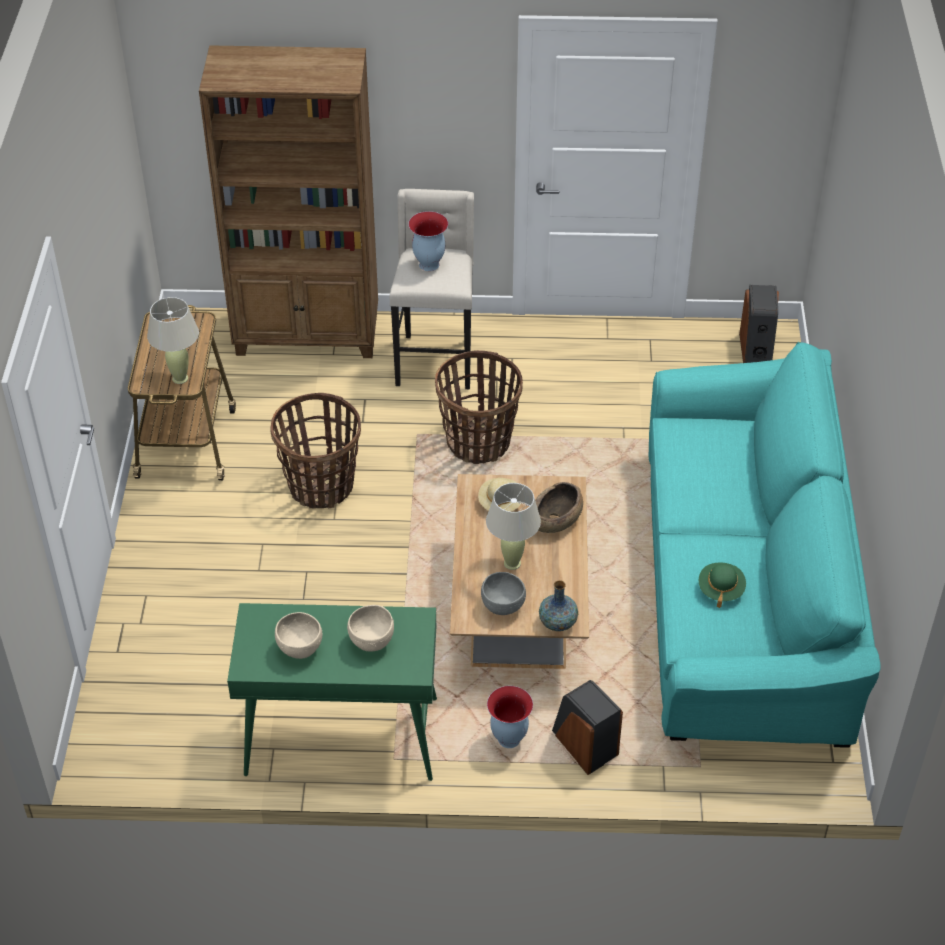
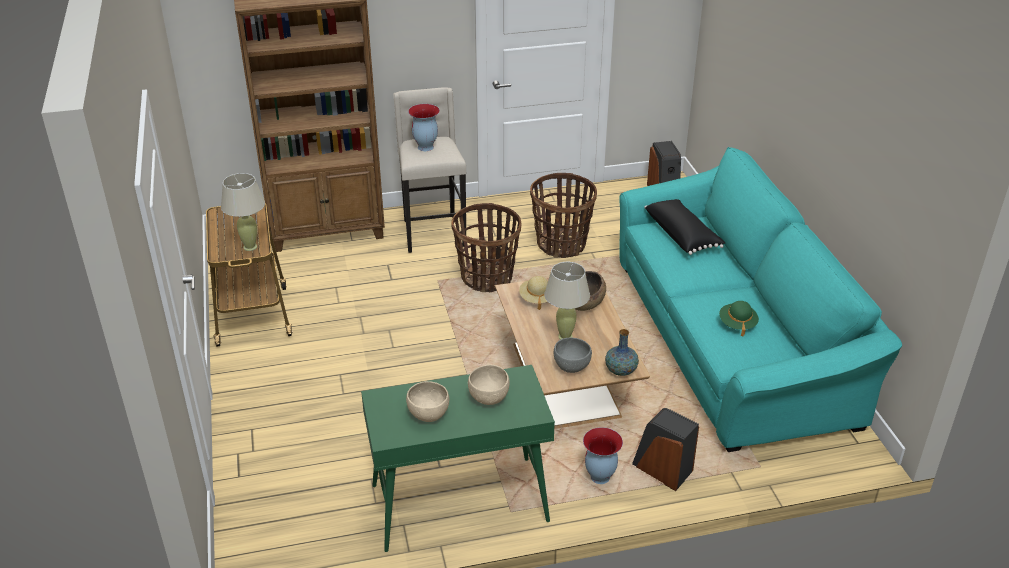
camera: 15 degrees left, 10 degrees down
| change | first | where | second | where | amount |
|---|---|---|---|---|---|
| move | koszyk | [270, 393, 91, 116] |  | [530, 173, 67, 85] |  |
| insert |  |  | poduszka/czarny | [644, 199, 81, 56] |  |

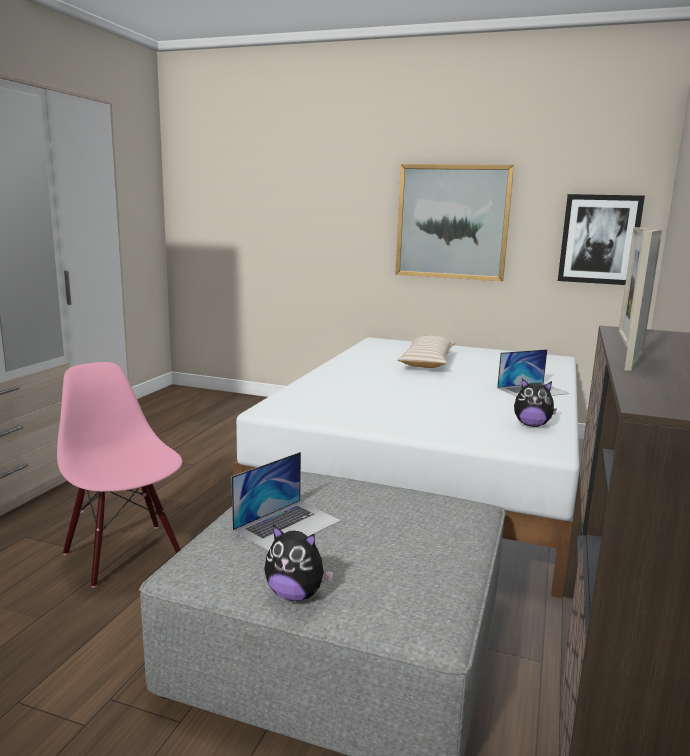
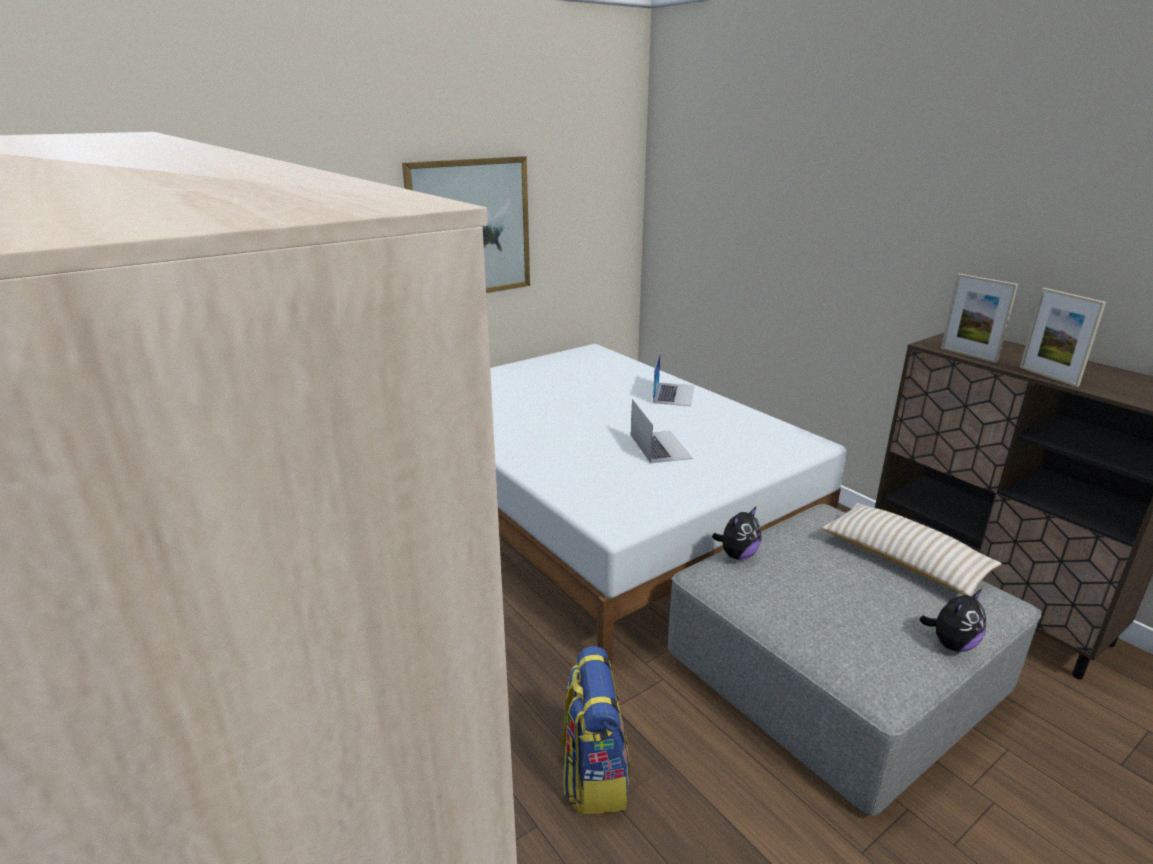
camera: 55 degrees left, 10 degrees up
| change | first | where | second | where | amount |
|---|---|---|---|---|---|
| delete | obraz | [558, 194, 87, 91] |  |  |  |
| move | poduszka/beżowy | [397, 336, 58, 32] |  | [822, 503, 180, 93] |  |
| replace | krzesło/różowy | [57, 362, 125, 226] | plecak | [560, 646, 71, 168] |  |
| move | pluszak | [514, 378, 43, 49] |  | [712, 507, 50, 53] |  |
| move | laptop | [231, 452, 110, 99] |  | [631, 399, 62, 65] |  |

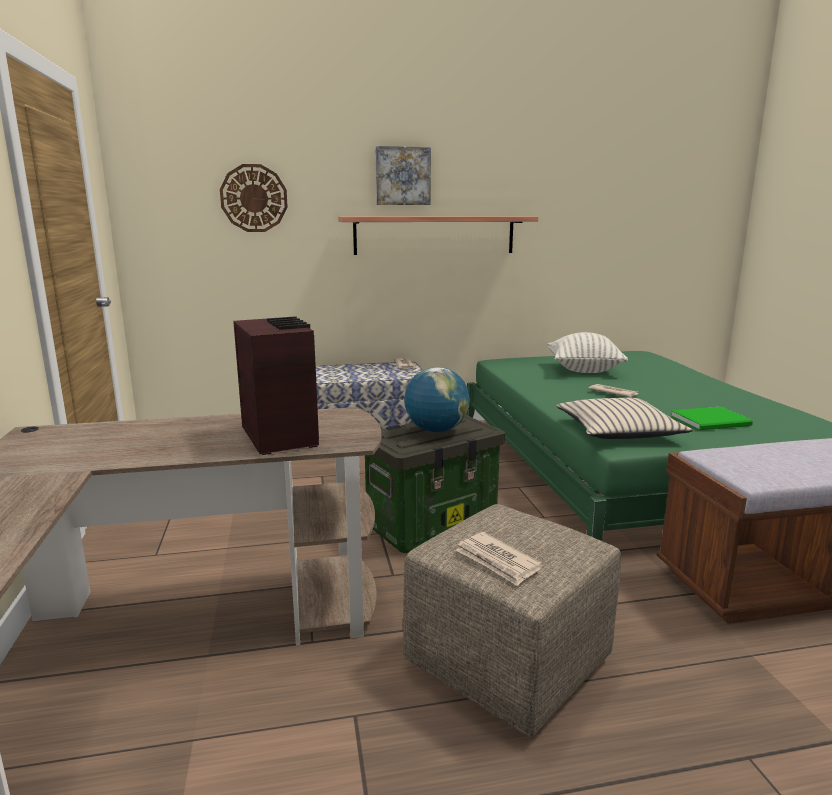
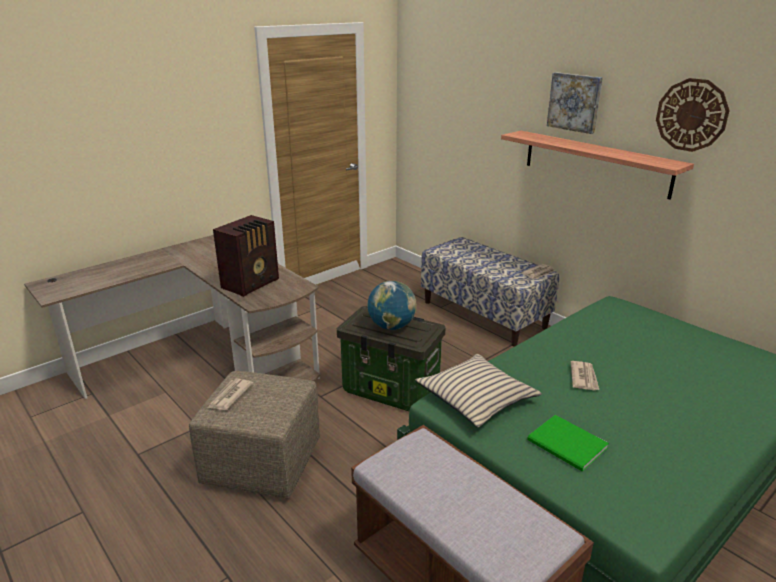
camera: 60 degrees right, 10 degrees up
| change | first | where | second | where | amount |
|---|---|---|---|---|---|
| move | zegar ścienny | [220, 164, 68, 68] |  | [656, 78, 74, 74] |  |
| delete | poduszka | [547, 332, 81, 41] |  |  |  |

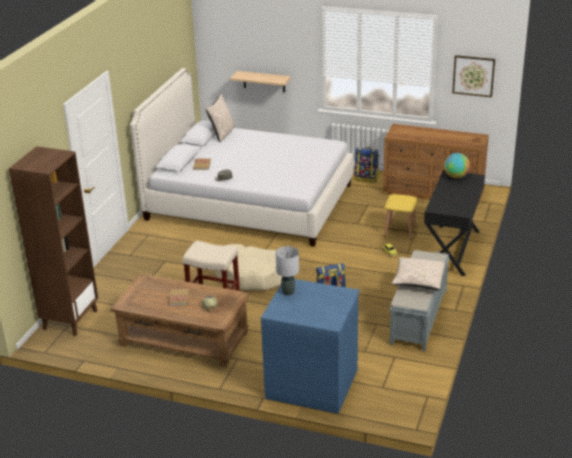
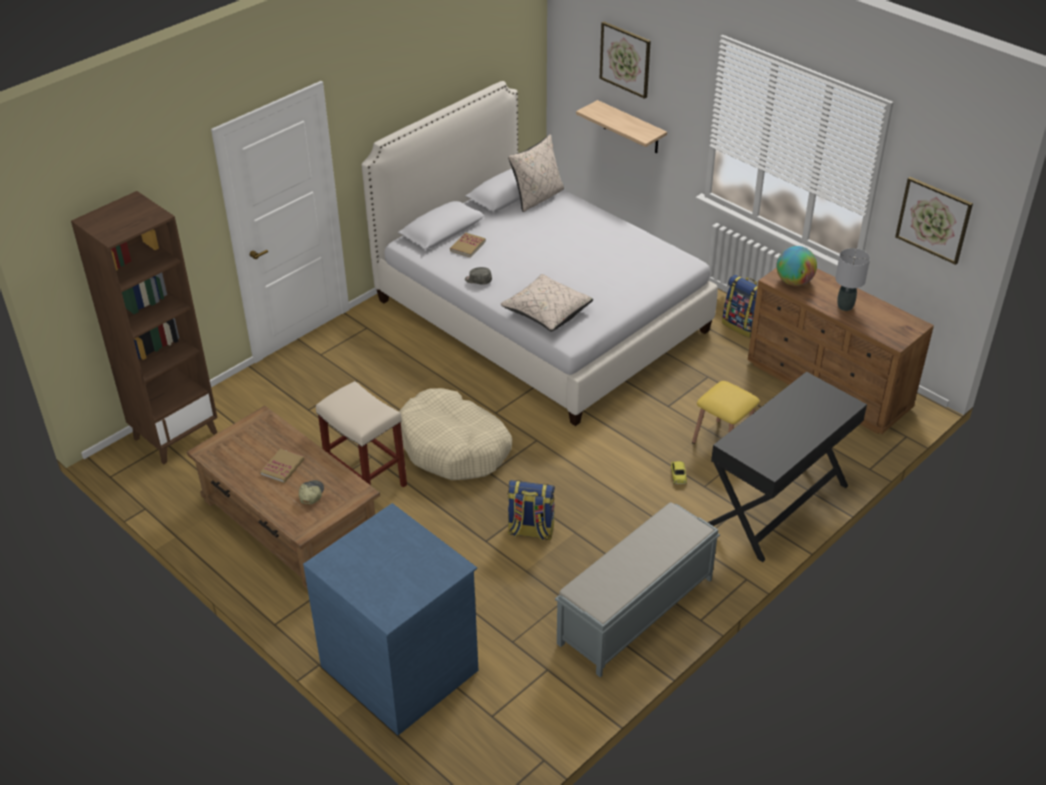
camera: 25 degrees right, 10 degrees up
| change | first | where | second | where | amount |
|---|---|---|---|---|---|
| move | globus | [444, 153, 26, 25] |  | [776, 246, 41, 40] |  |
| move | lampa stołowa/szary | [275, 246, 24, 49] |  | [835, 248, 35, 63] |  |
| move | poduszka/beżowy | [392, 257, 54, 33] |  | [501, 274, 92, 58] |  |
| insert |  |  | obraz | [600, 22, 51, 77] |  |

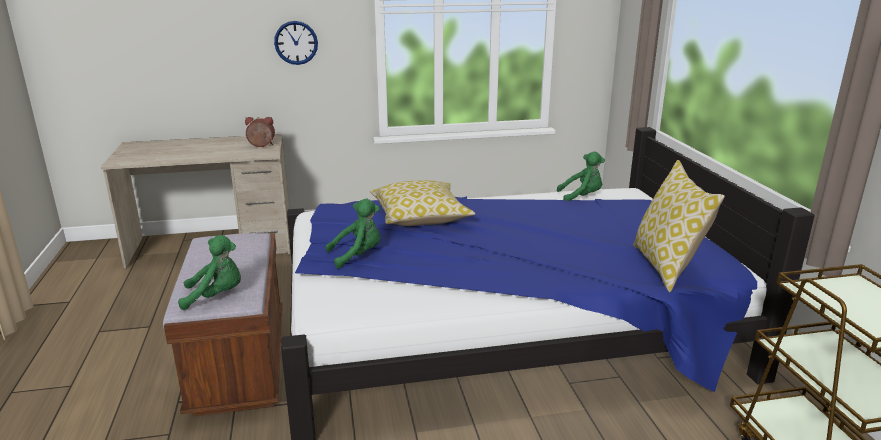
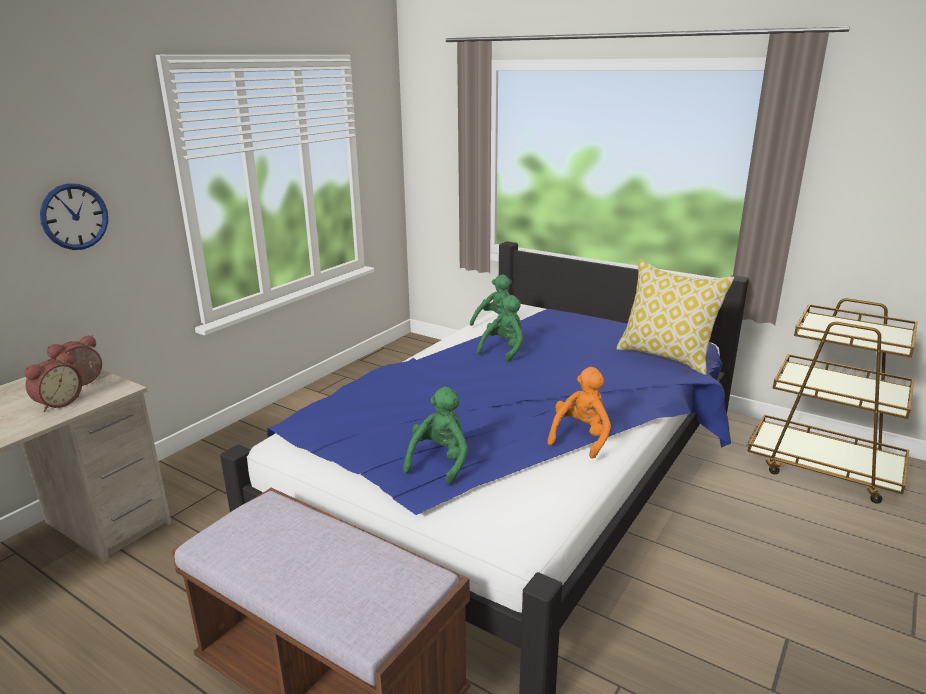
camera: 45 degrees left, 0 degrees up
| change | first | where | second | where | amount |
|---|---|---|---|---|---|
| delete | poduszka | [370, 180, 105, 46] |  |  |  |
| move | pluszak/zielony | [178, 235, 63, 75] |  | [476, 295, 47, 67] |  |
| insert |  |  | budzik | [25, 352, 57, 60] |  |
| insert |  |  | pluszak/pomarańczowy | [547, 367, 64, 92] |  |

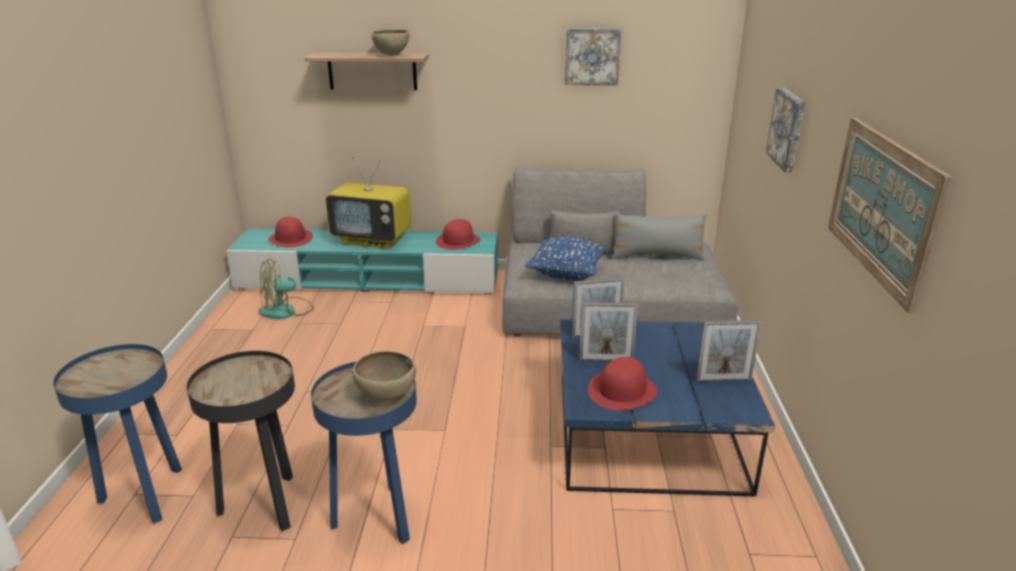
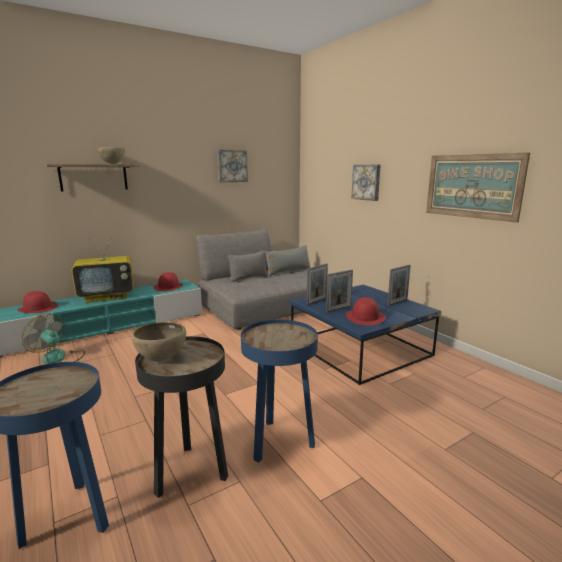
camera: 35 degrees left, 10 degrees down
| change | first | where | second | where | amount |
|---|---|---|---|---|---|
| delete | poduszka/niebieski | [526, 236, 81, 45] |  |  |  |
| rotate | wentylator | [259, 259, 55, 61] |  | [22, 314, 63, 50] | 90 degrees clockwise |
| move | miska/brązowy | [352, 351, 64, 51] |  | [131, 322, 55, 40] |  |

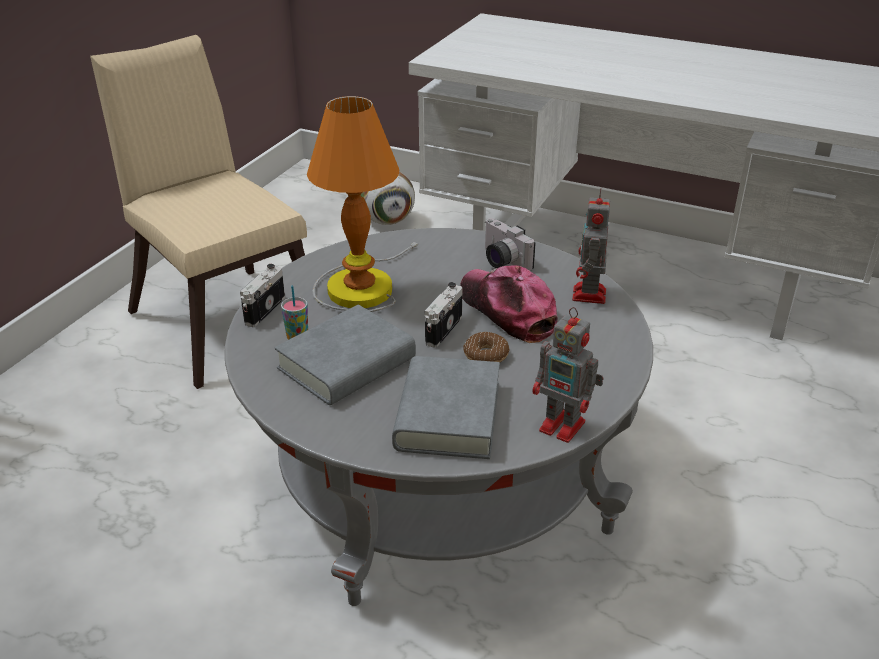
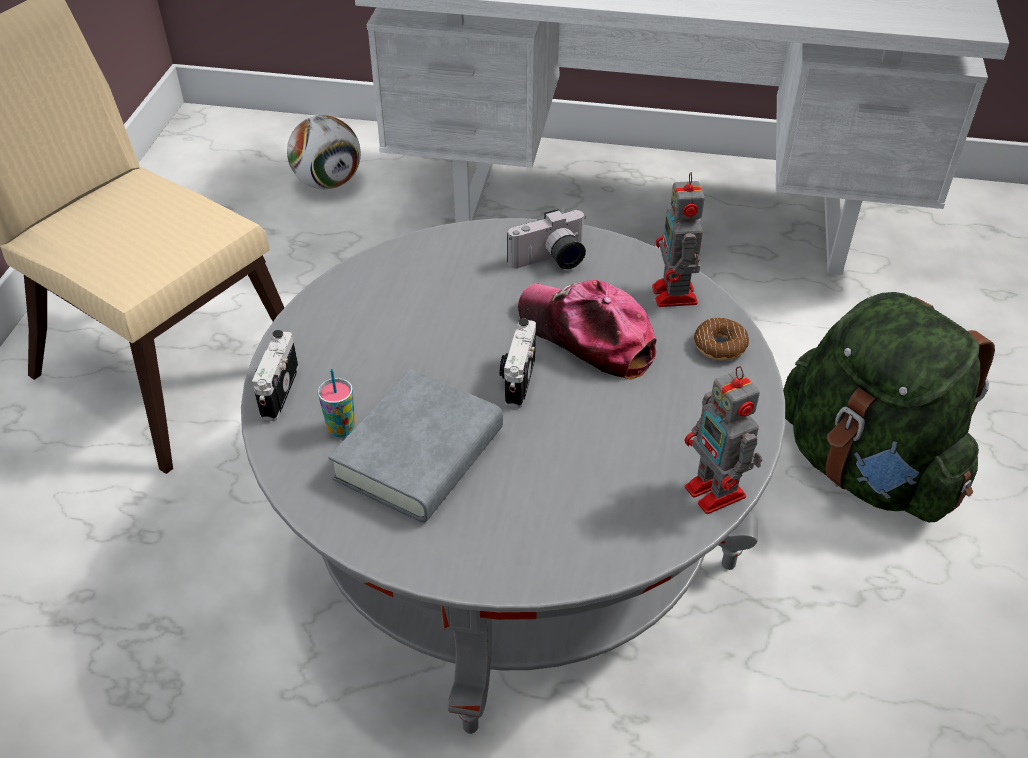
camera: 15 degrees left, 10 degrees up
| change | first | where | second | where | amount |
|---|---|---|---|---|---|
| delete | lampa stołowa | [307, 96, 112, 216] |  |  |  |
| rotate | aparat fotograficzny | [485, 218, 51, 53] |  | [507, 209, 79, 60] | 60 degrees counterclockwise |
| rotate | robot zabawkowy | [532, 307, 72, 136] |  | [685, 366, 77, 148] | 45 degrees clockwise |
| move | donut | [463, 332, 47, 30] |  | [694, 317, 55, 44] |  |
| delete | książka/szary | [392, 356, 108, 103] |  |  |  |
| insert |  |  | plecak/zielony | [783, 292, 212, 230] |  |

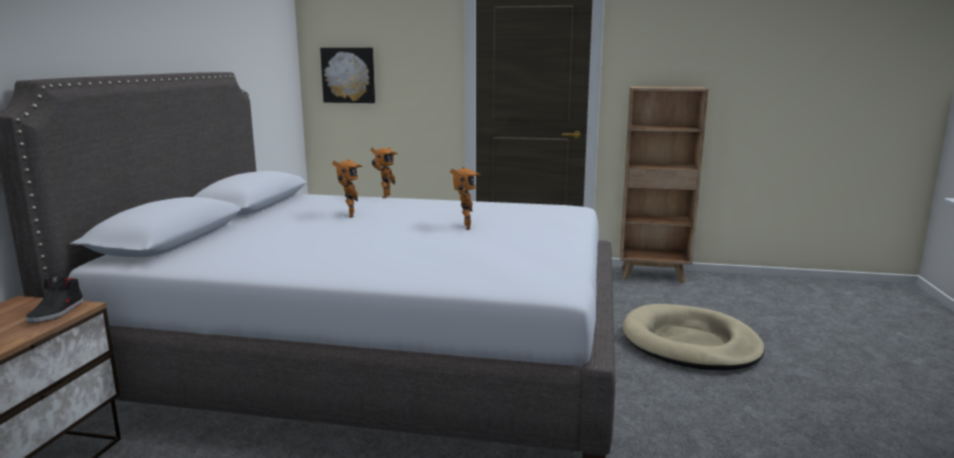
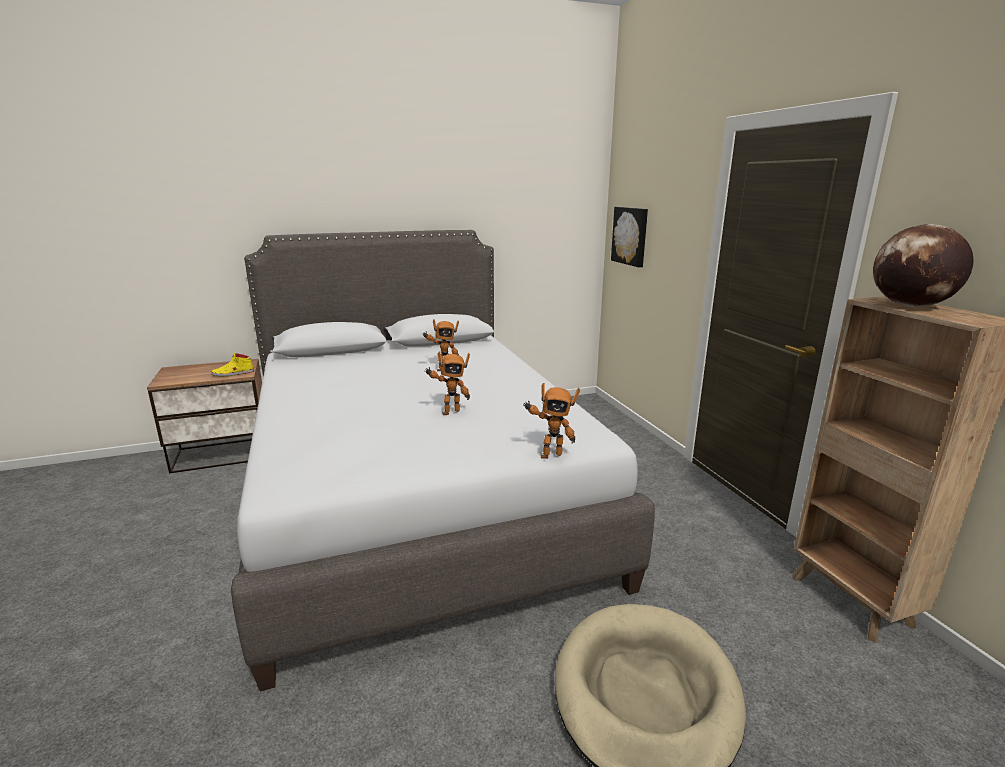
camera: 60 degrees right, 5 degrees up
| change | first | where | second | where | amount |
|---|---|---|---|---|---|
| move | robot zabawkowy | [370, 147, 28, 51] |  | [523, 383, 57, 76] |  |
| recolor | but/czarny | [25, 276, 59, 47] | but/żółty | [211, 353, 43, 23] |  |
| insert |  |  | globus | [873, 224, 101, 83] |  |

